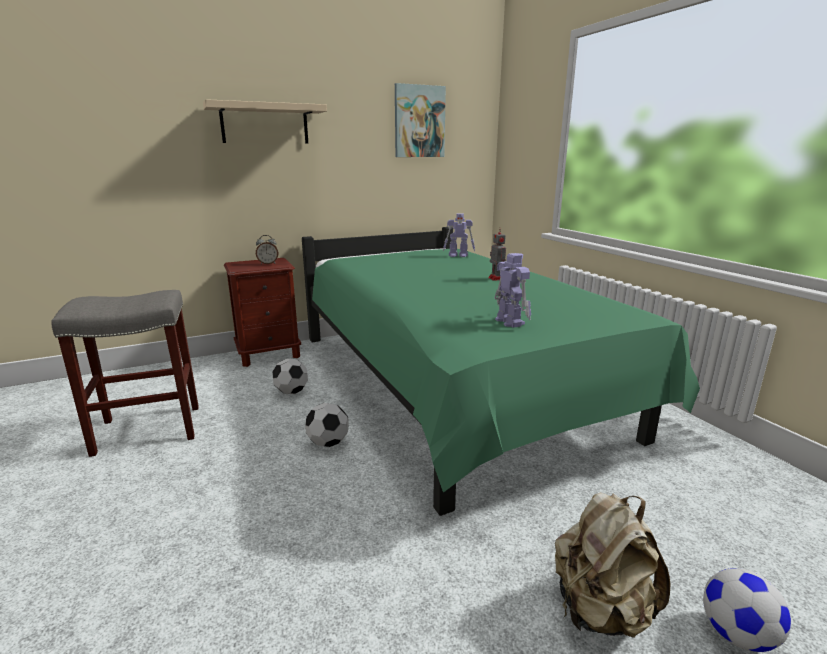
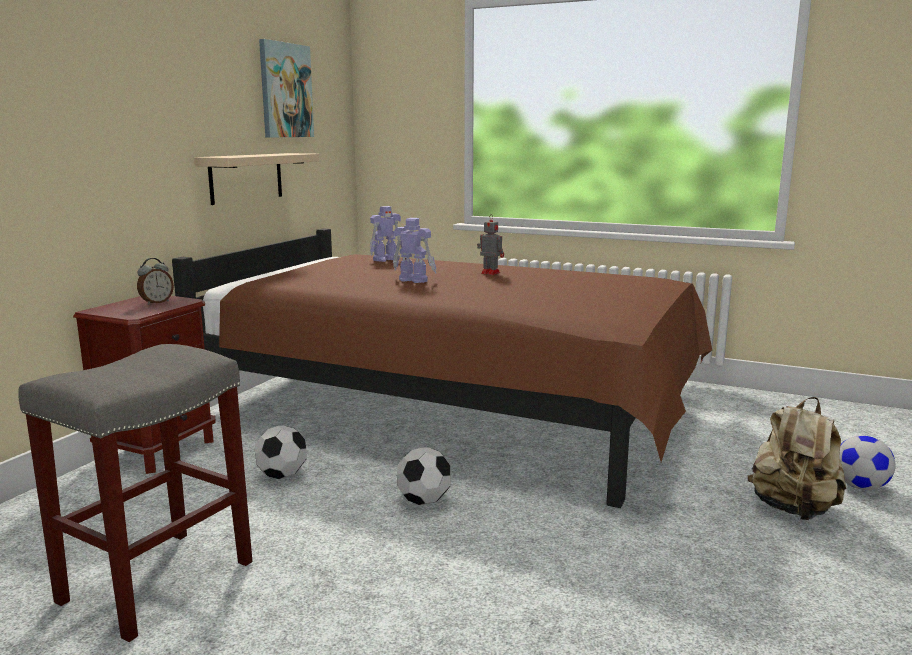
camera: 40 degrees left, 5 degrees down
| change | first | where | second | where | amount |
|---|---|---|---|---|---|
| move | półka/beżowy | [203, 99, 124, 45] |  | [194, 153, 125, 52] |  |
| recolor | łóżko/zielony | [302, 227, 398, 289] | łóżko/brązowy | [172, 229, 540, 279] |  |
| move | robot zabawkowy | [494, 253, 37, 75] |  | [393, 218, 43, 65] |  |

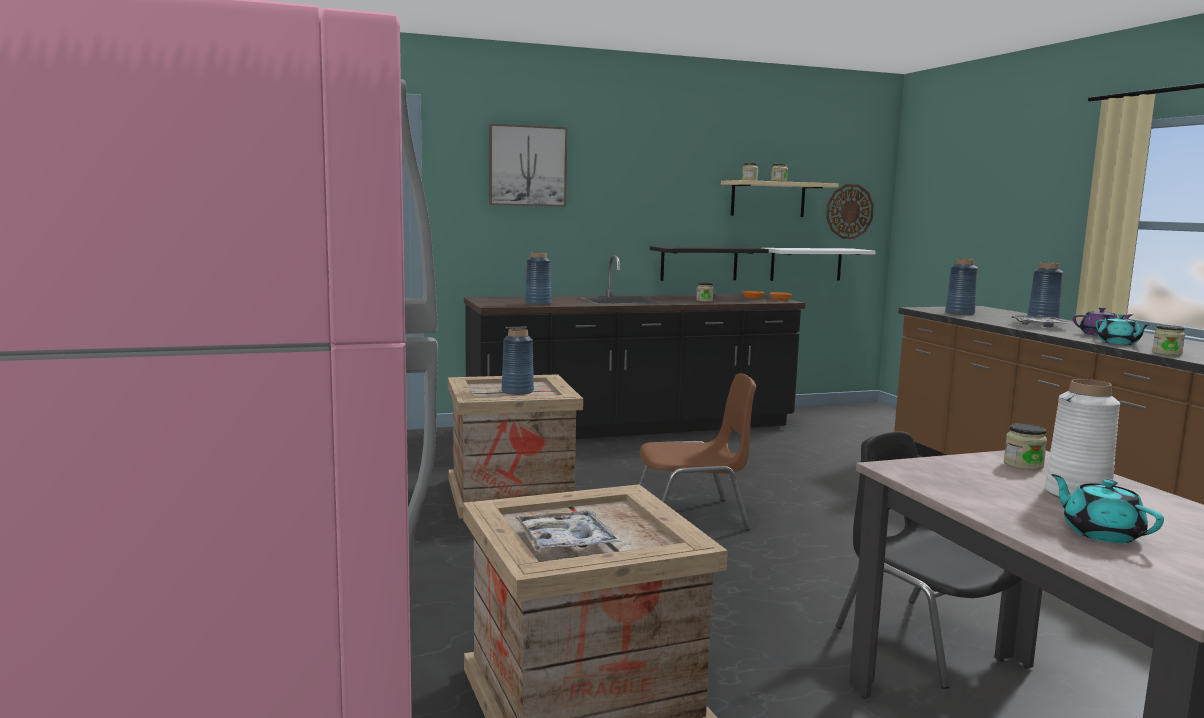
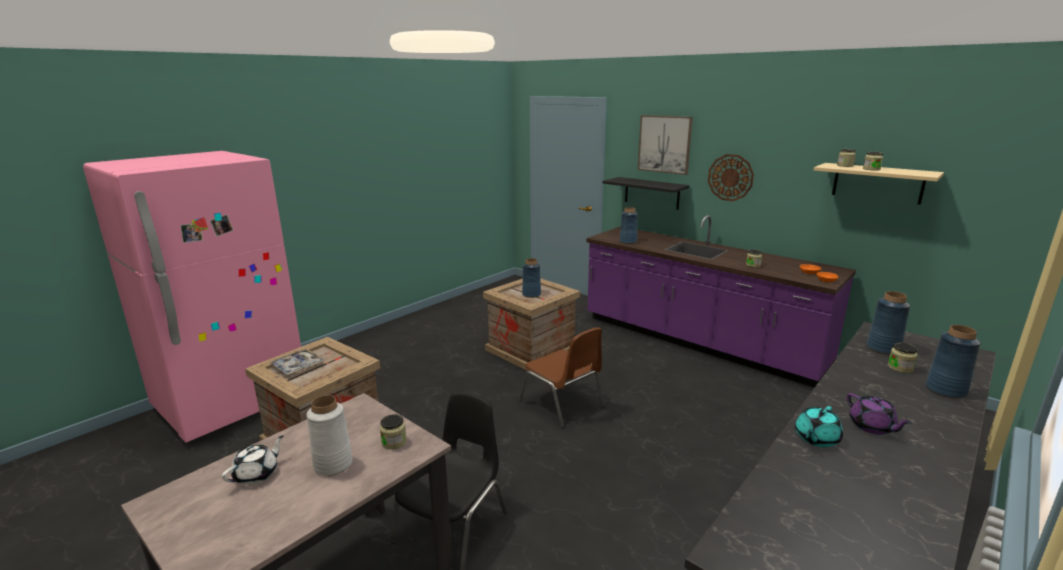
camera: 60 degrees right, 10 degrees up
| change | first | where | second | where | amount |
|---|---|---|---|---|---|
| move | zegar ścienny | [826, 184, 48, 55] |  | [708, 154, 46, 47] |  |
| move | półka/czarny | [650, 246, 119, 35] |  | [602, 177, 88, 33] |  |
| delete | półka/biały | [762, 248, 114, 33] |  |  |  |
| recolor | zabudowa kuchenna/czarny | [464, 255, 342, 184] | zabudowa kuchenna/fioletowy | [586, 215, 270, 173] |  |
| delete | taca | [1011, 315, 61, 13] |  |  |  |
| move | słoik | [1152, 325, 33, 31] |  | [888, 343, 30, 30] |  |
| recolor | imbryk/turkusowy | [1051, 474, 113, 69] | imbryk/biały | [222, 435, 61, 50] |  |

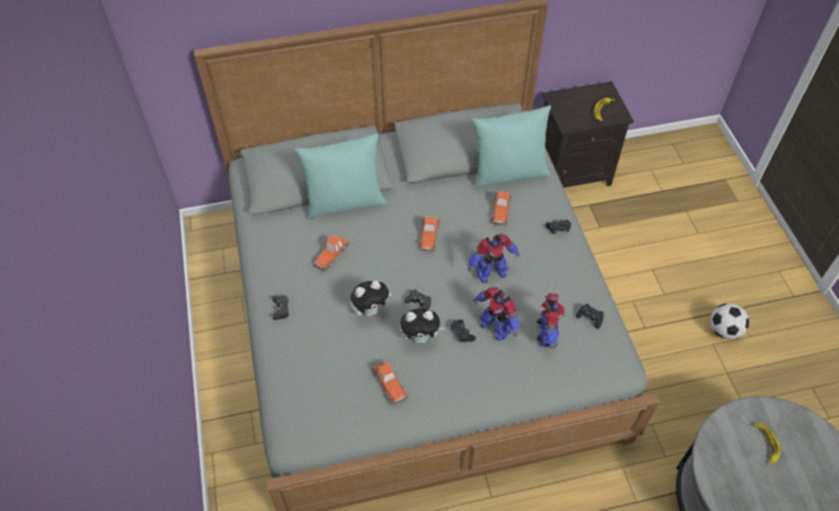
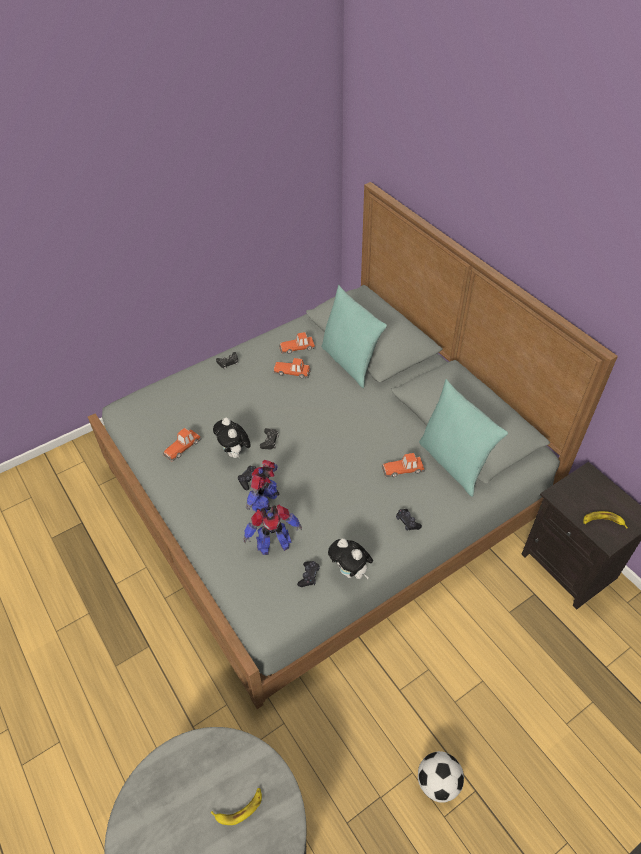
camera: 70 degrees right, 5 degrees down
| change | first | where | second | where | amount |
|---|---|---|---|---|---|
| move | samochodzik | [419, 216, 21, 36] |  | [279, 332, 37, 22] |  |
| delete | robot zabawkowy | [468, 233, 52, 50] |  |  |  |
| move | pluszak | [351, 280, 40, 36] |  | [328, 538, 45, 41] |  |

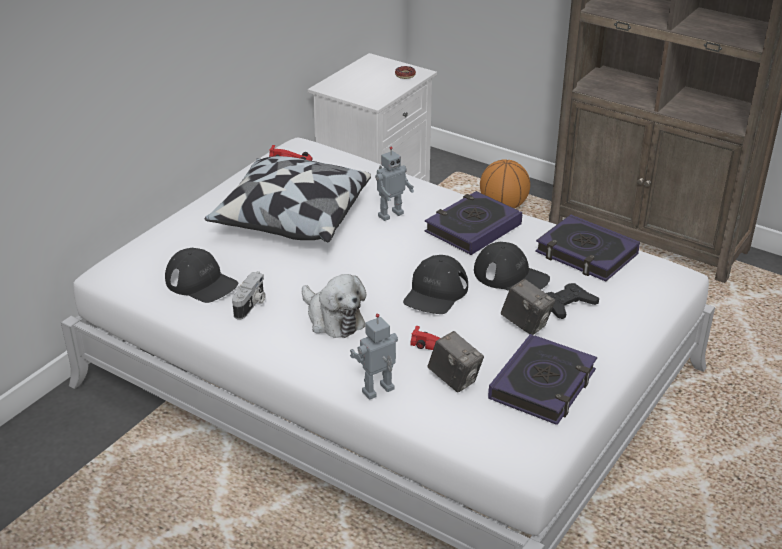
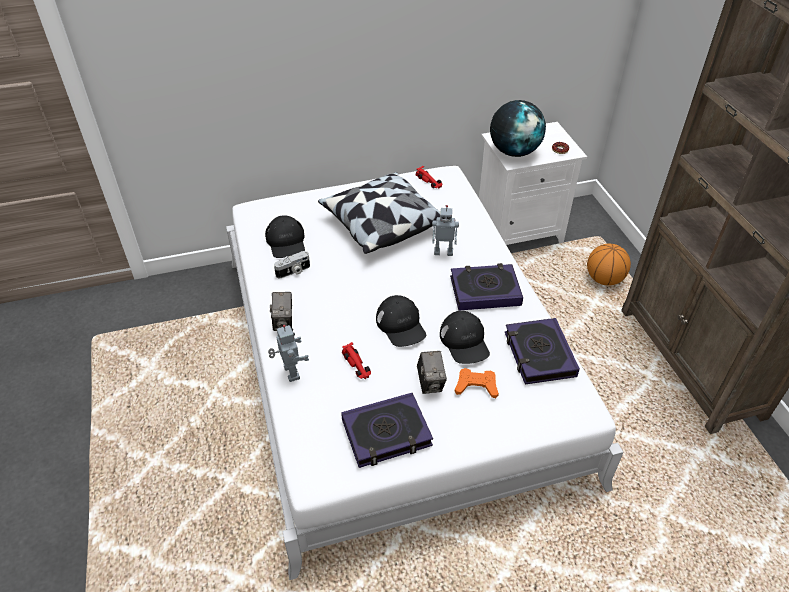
camera: 40 degrees right, 10 degrees up
| change | first | where | second | where | amount |
|---|---|---|---|---|---|
| rotate | czapka z daszkiem/czarny | [403, 255, 65, 59] |  | [376, 295, 50, 52] | 90 degrees counterclockwise |
| delete | pluszak | [302, 274, 64, 64] |  |  |  |
| recolor | pad do gier/czarny | [546, 283, 53, 36] | pad do gier/pomarańczowy | [455, 368, 44, 30] |  |
| rotate | robot zabawkowy | [350, 314, 48, 86] |  | [268, 325, 41, 57] | 60 degrees clockwise |
| move | aparat fotograficzny | [428, 331, 56, 61] |  | [270, 292, 22, 39] |  |
| insert |  |  | globus | [490, 100, 56, 57] |  |

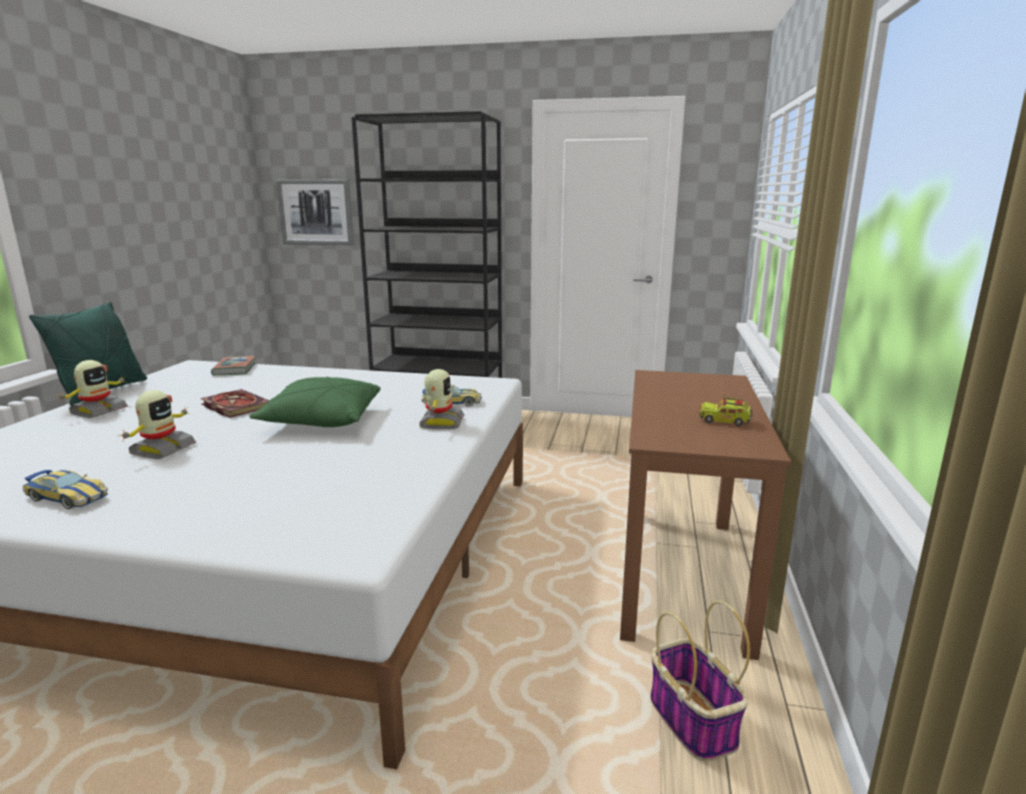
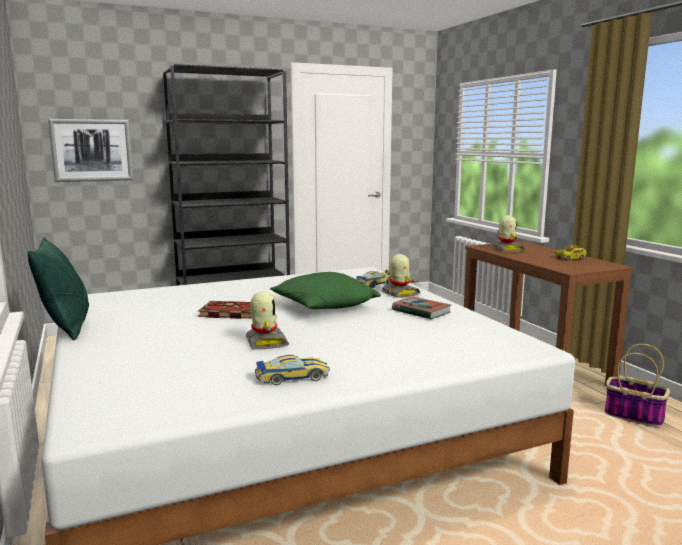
camera: 35 degrees left, 5 degrees down
| change | first | where | second | where | amount |
|---|---|---|---|---|---|
| move | książka | [211, 356, 45, 20] |  | [392, 297, 59, 22] |  |
| move | robot zabawkowy | [55, 360, 73, 58] |  | [492, 215, 33, 37] |  |

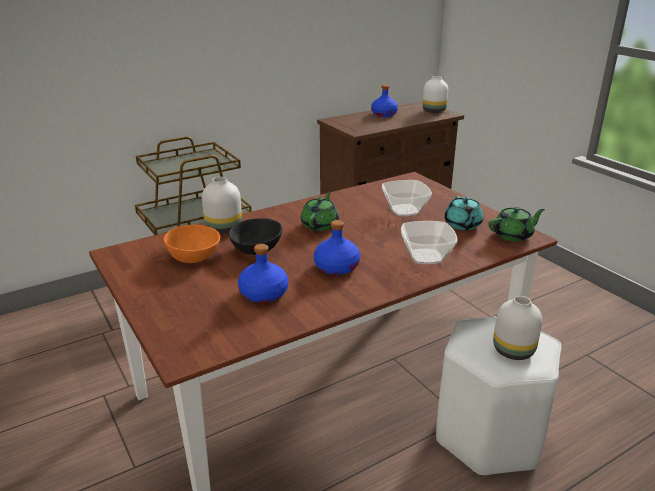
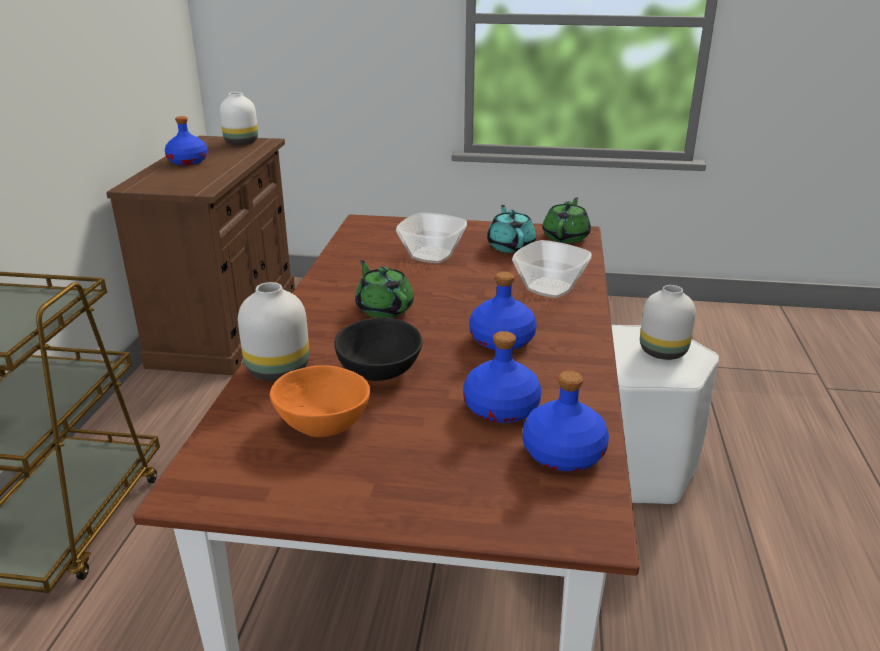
camera: 50 degrees left, 0 degrees up
| change | first | where | second | where | amount |
|---|---|---|---|---|---|
| rotate | imbryk/turkusowy | [444, 196, 39, 34] |  | [487, 205, 49, 48] | 135 degrees counterclockwise |
| insert |  |  | butelka/niebieski | [523, 371, 86, 100] |  |

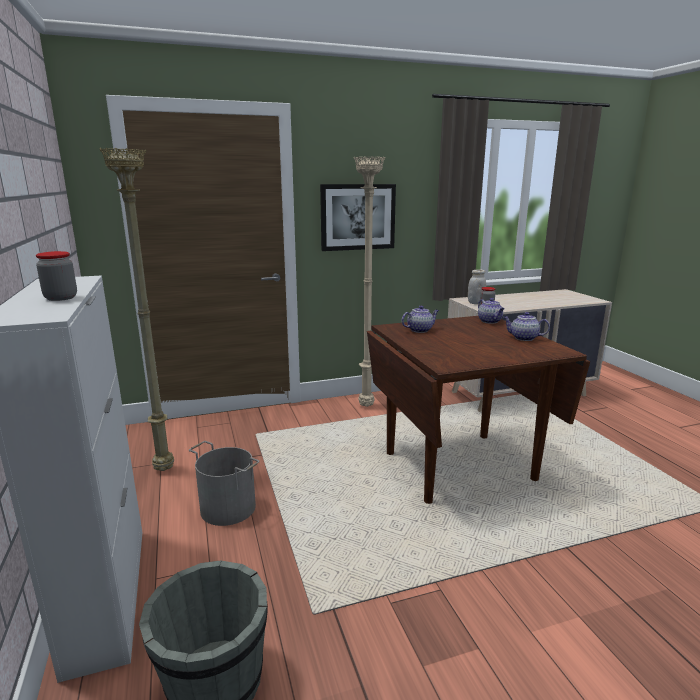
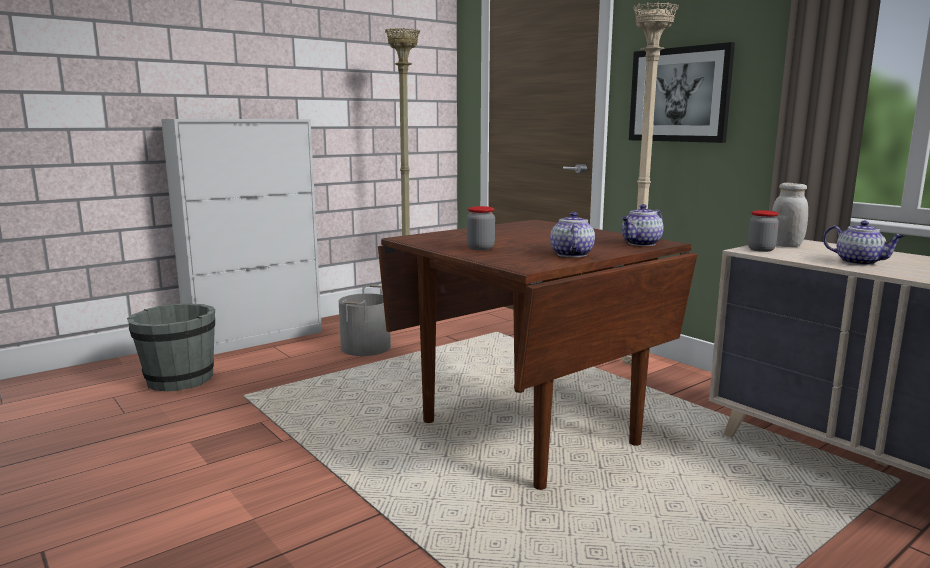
camera: 70 degrees right, 5 degrees down
| change | first | where | second | where | amount |
|---|---|---|---|---|---|
| move | słoik | [36, 251, 41, 50] |  | [467, 206, 28, 44] |  |
| move | imbryk | [401, 306, 38, 27] |  | [823, 221, 82, 44] |  |

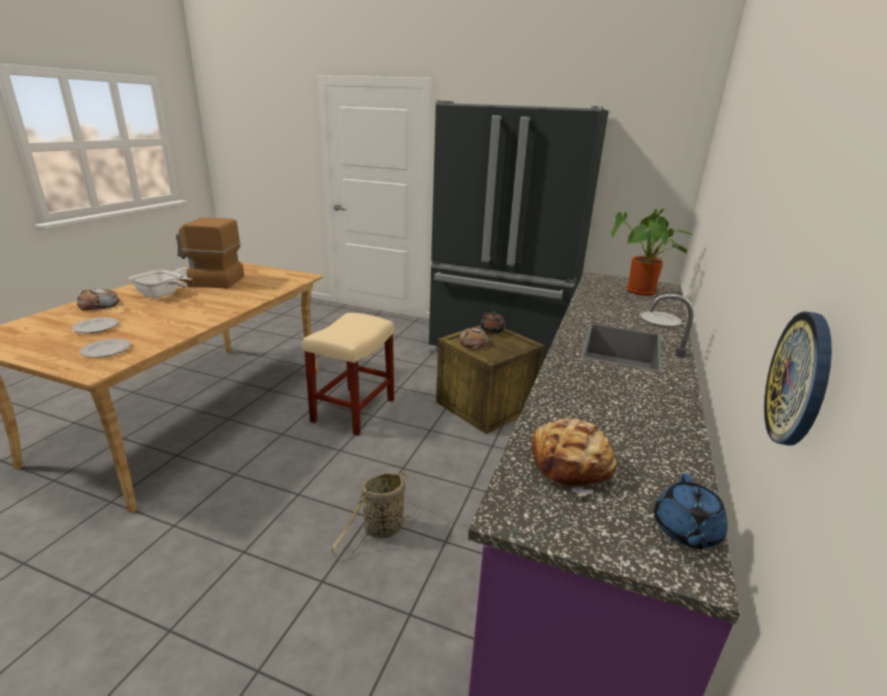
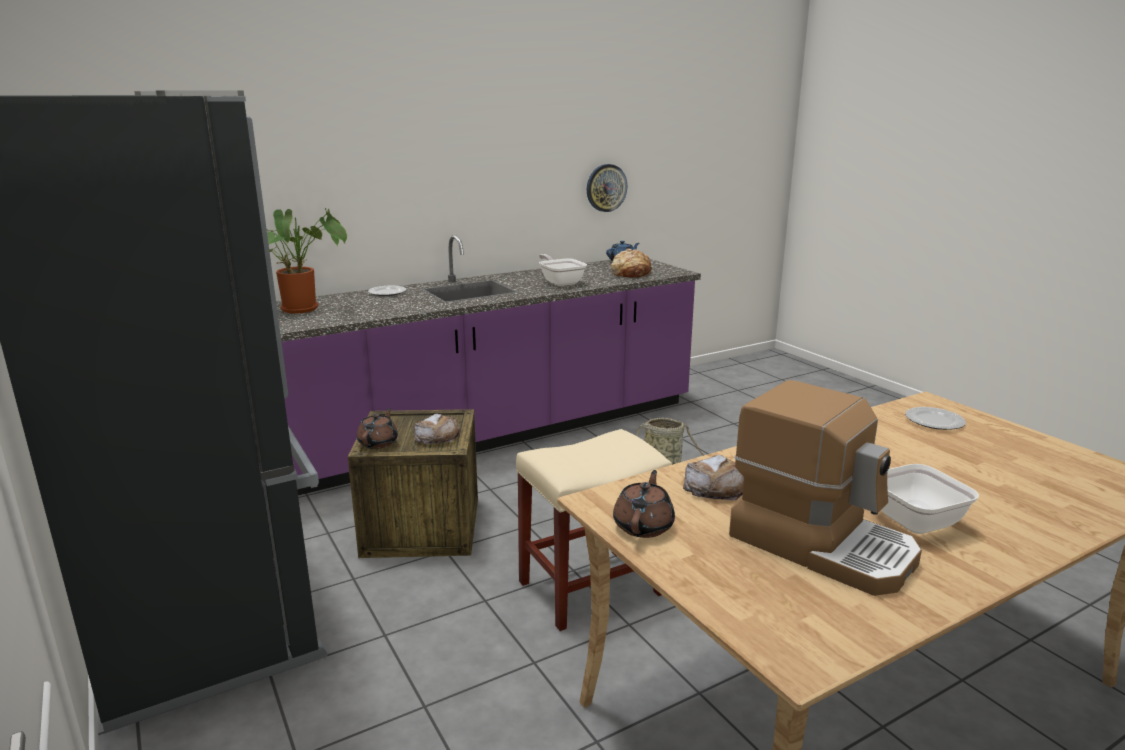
camera: 140 degrees left, 5 degrees down
| change | first | where | second | where | amount |
|---|---|---|---|---|---|
| move | chleb | [77, 288, 43, 22] |  | [683, 455, 61, 46] |  |
| delete | talerz | [72, 317, 47, 16] |  |  |  |
| insert |  |  | patelnia | [539, 254, 48, 32] |  |
| insert |  |  | imbryk/brązowy | [613, 470, 62, 68] |  |

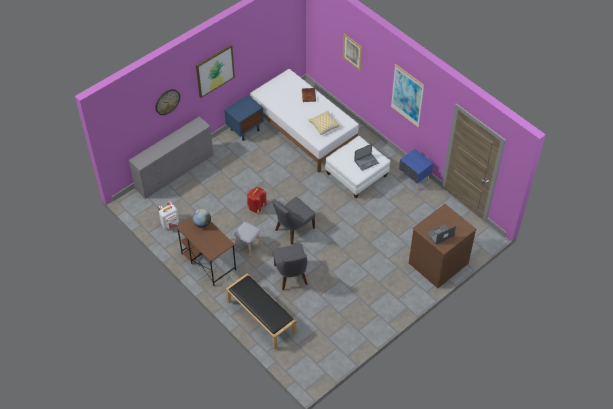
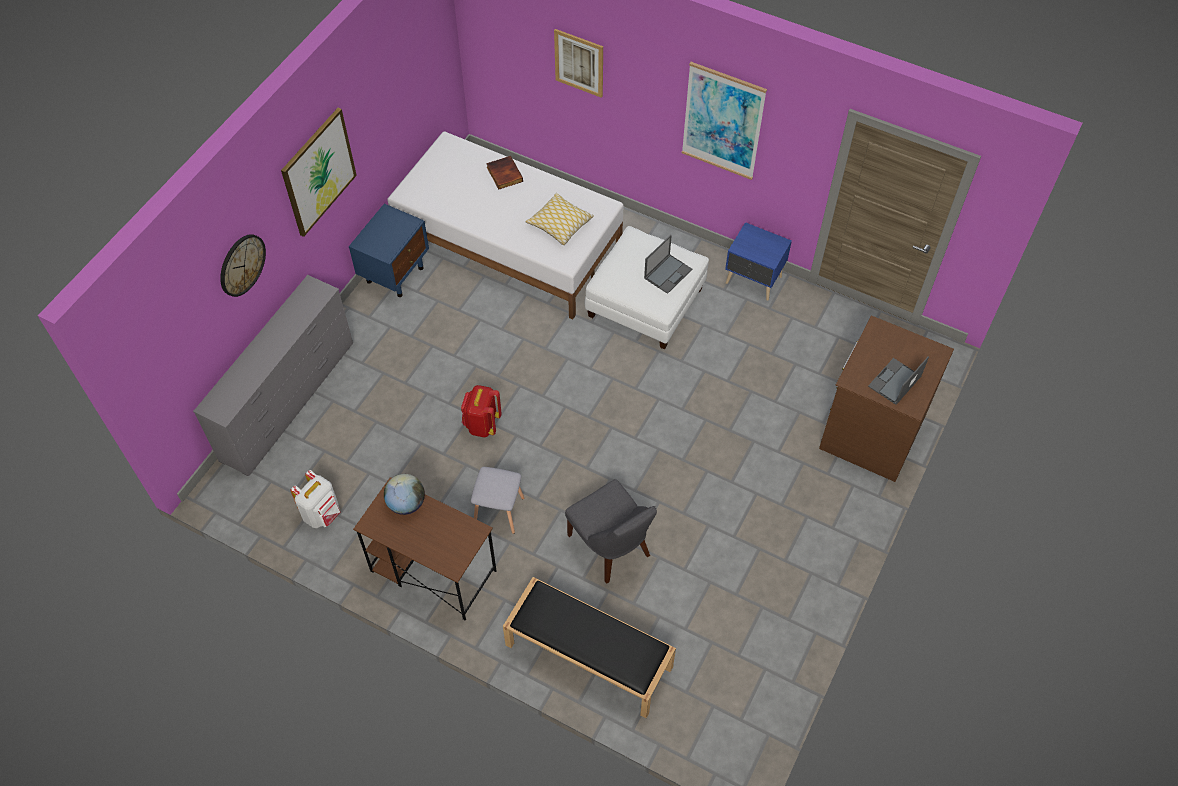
camera: 20 degrees left, 5 degrees up
| change | first | where | second | where | amount |
|---|---|---|---|---|---|
| delete | krzesło/szary | [272, 197, 44, 48] |  |  |  |

